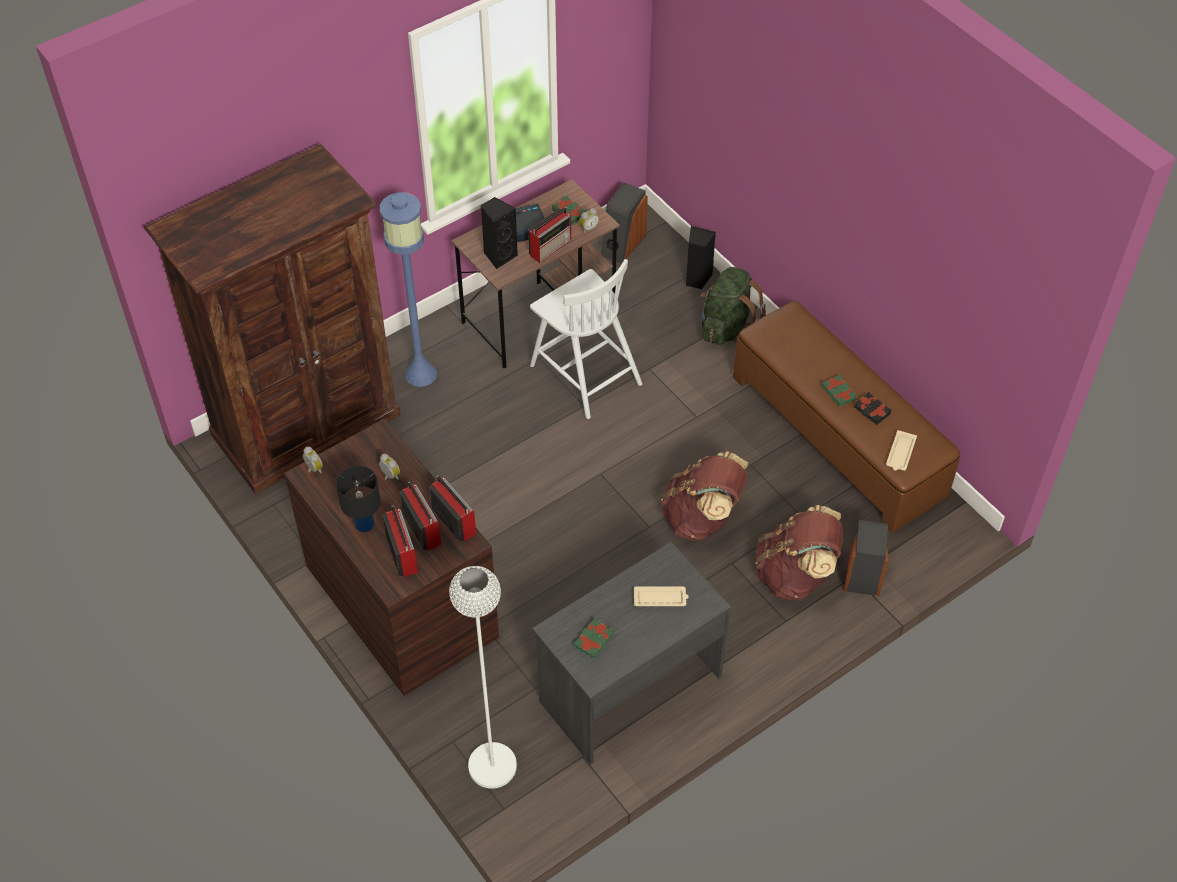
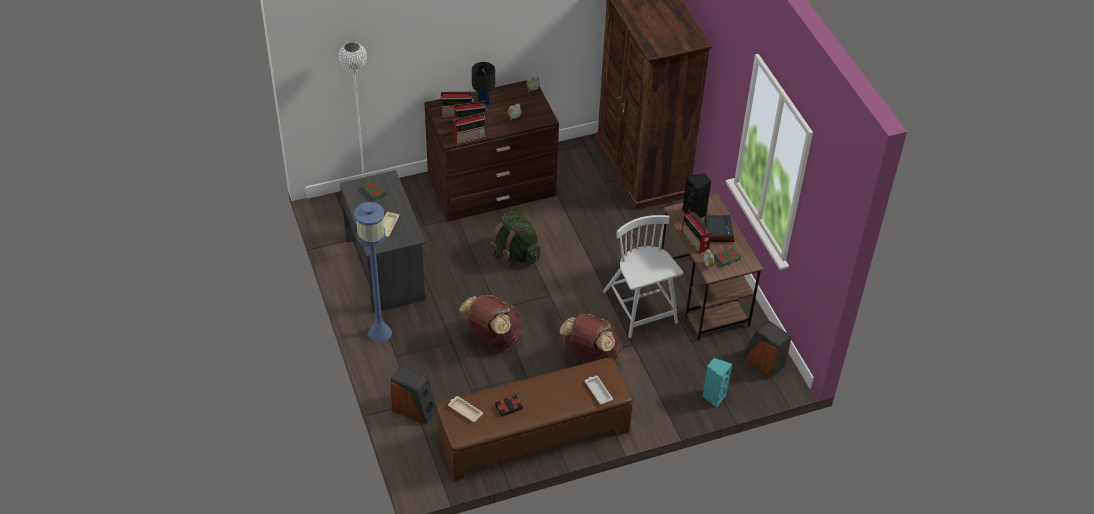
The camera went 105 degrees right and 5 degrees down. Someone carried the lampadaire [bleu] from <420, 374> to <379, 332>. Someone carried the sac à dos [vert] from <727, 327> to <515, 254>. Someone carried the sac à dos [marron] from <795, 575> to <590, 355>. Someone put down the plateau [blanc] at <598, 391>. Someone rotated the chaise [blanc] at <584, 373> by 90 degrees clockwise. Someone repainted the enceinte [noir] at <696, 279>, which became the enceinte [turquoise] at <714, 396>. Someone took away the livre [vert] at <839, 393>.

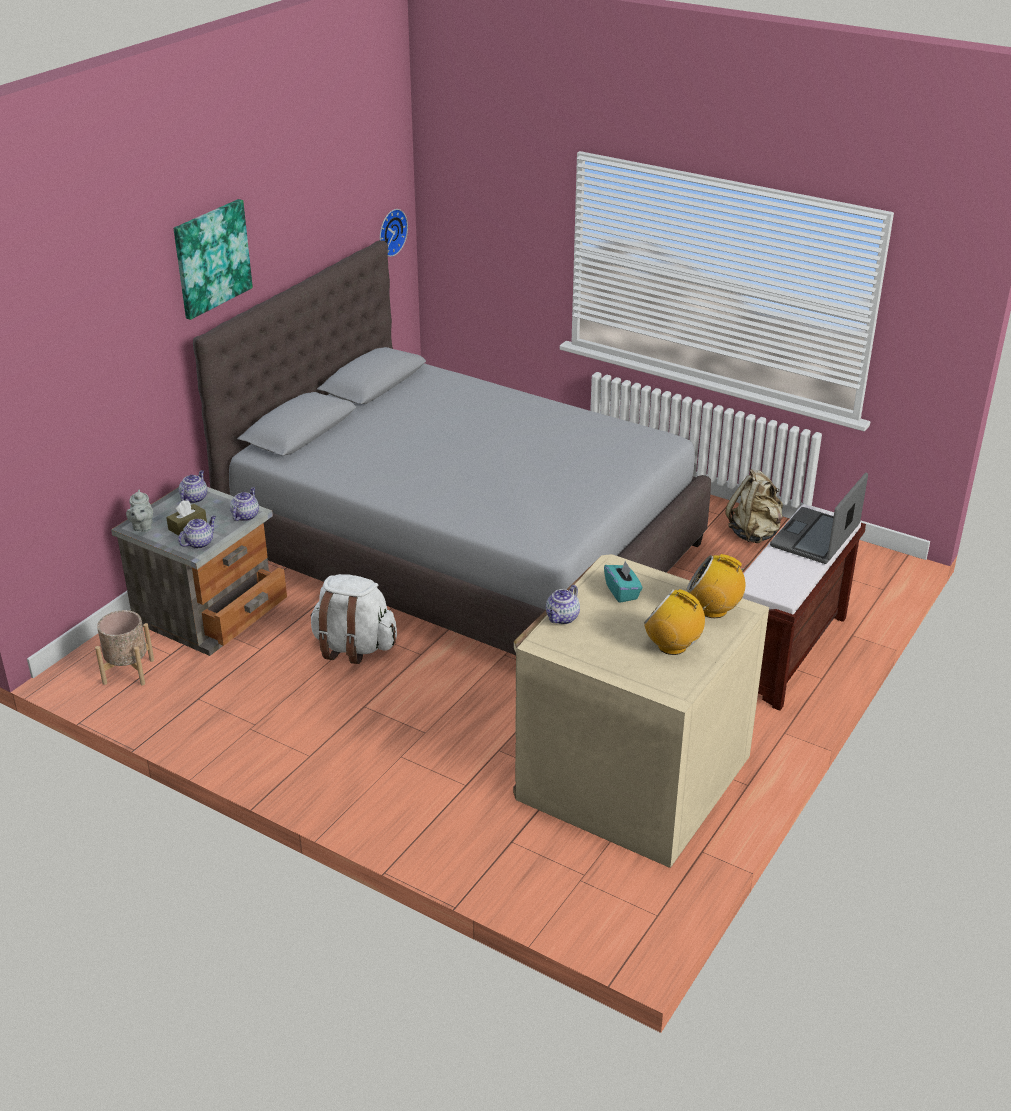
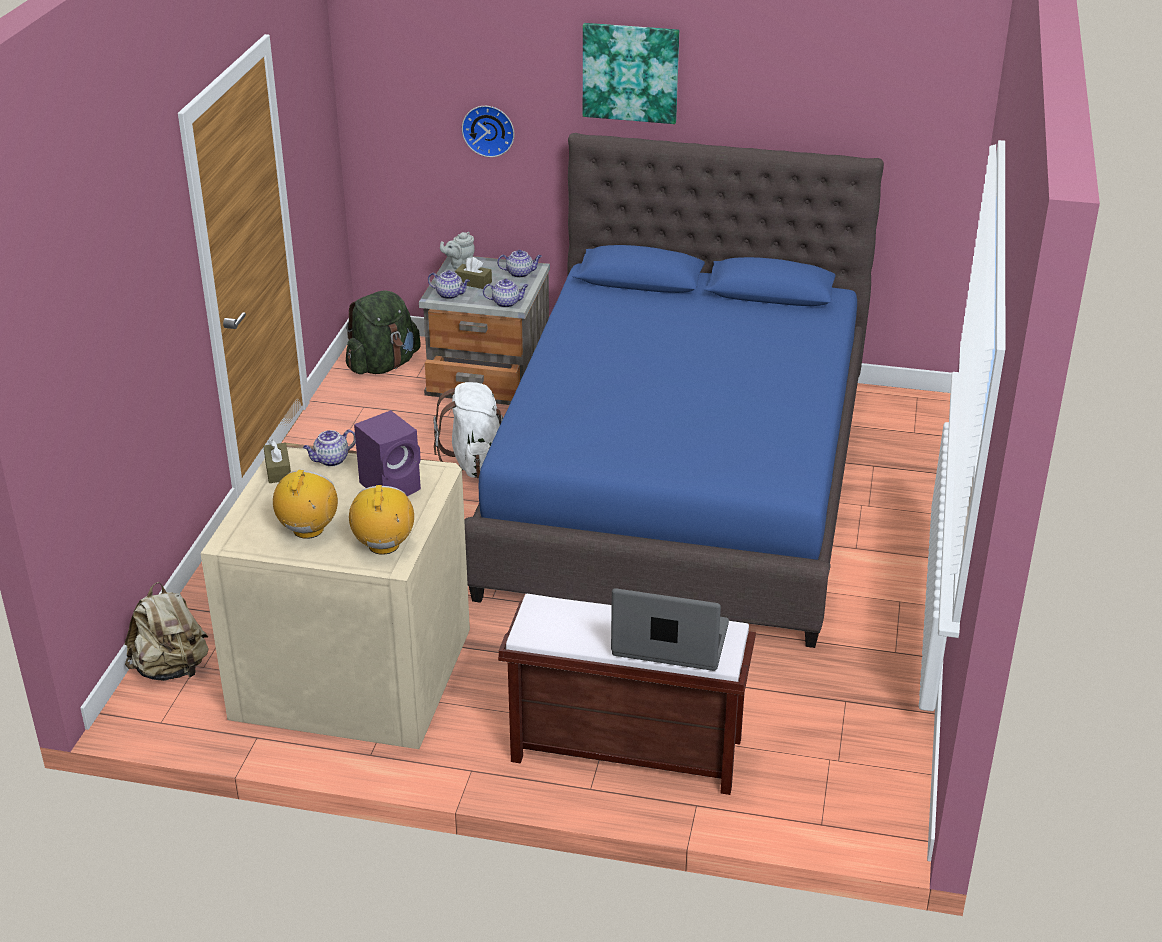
The camera went 70 degrees right and 0 degrees up. Someone carried the sac à dos [beige] from <754, 533> to <172, 669>. Someone put down the boîte à mouchoirs [marron] at <278, 470>. Someone rotated the théière at <562, 618> by 45 degrees counterclockwise. Someone swapped the cache-pot [beige] at <128, 672> for the sac à dos [vert] at <383, 365>. Someone swapped the boîte à mouchoirs [turquoise] at <622, 592> for the enceinte [violet] at <392, 486>. Someone carried the horloge murale from <390, 232> to <489, 129>. Someone repainted the lit [gris] at <463, 549>, which became the lit [bleu] at <681, 485>.

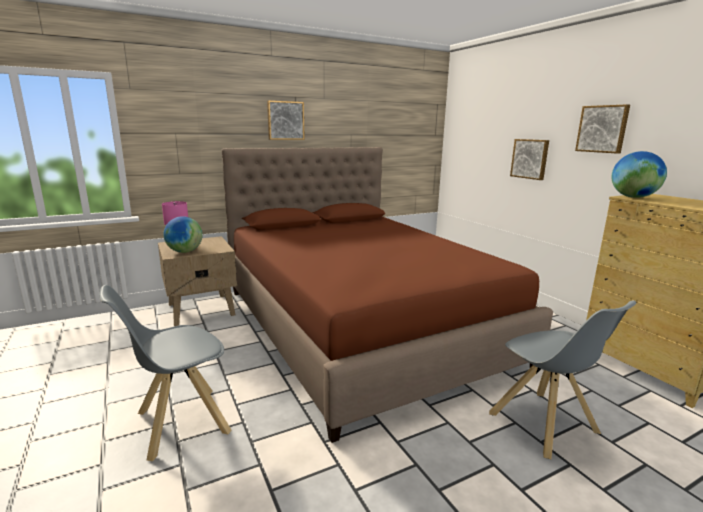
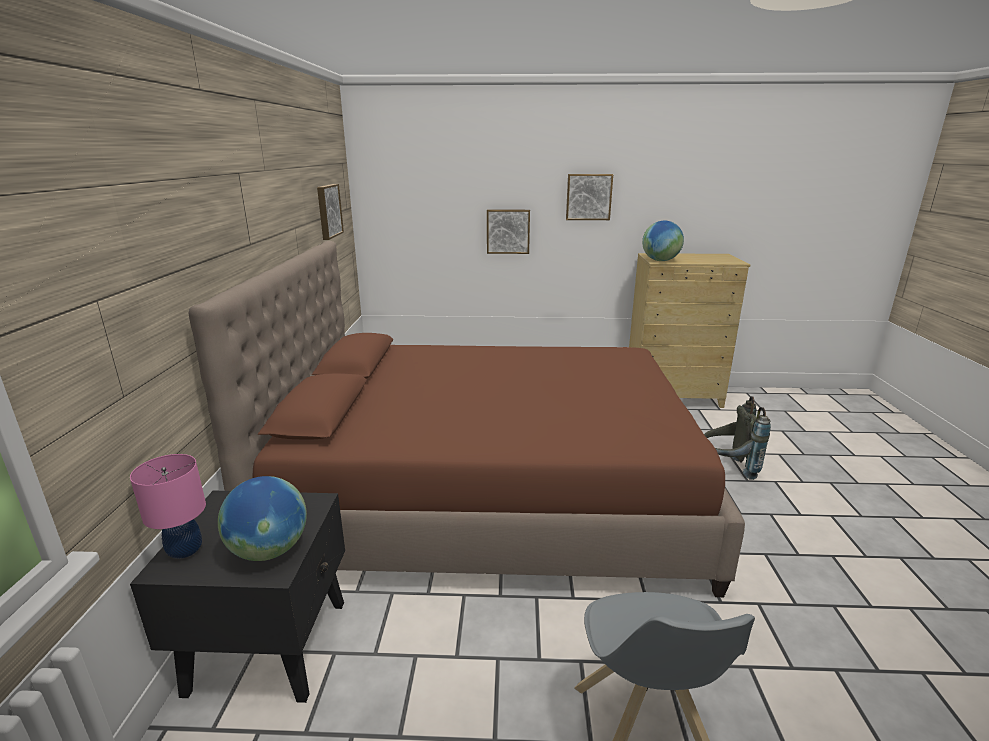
The camera went 60 degrees left and 5 degrees up. Someone repainted the table de chevet [beige] at <202, 309>, which became the table de chevet [noir] at <270, 644>. Someone carried the tableau from <285, 120> to <328, 211>. Someone swapped the chaise [gris] at <545, 424> for the sac à dos [gris] at <727, 468>.

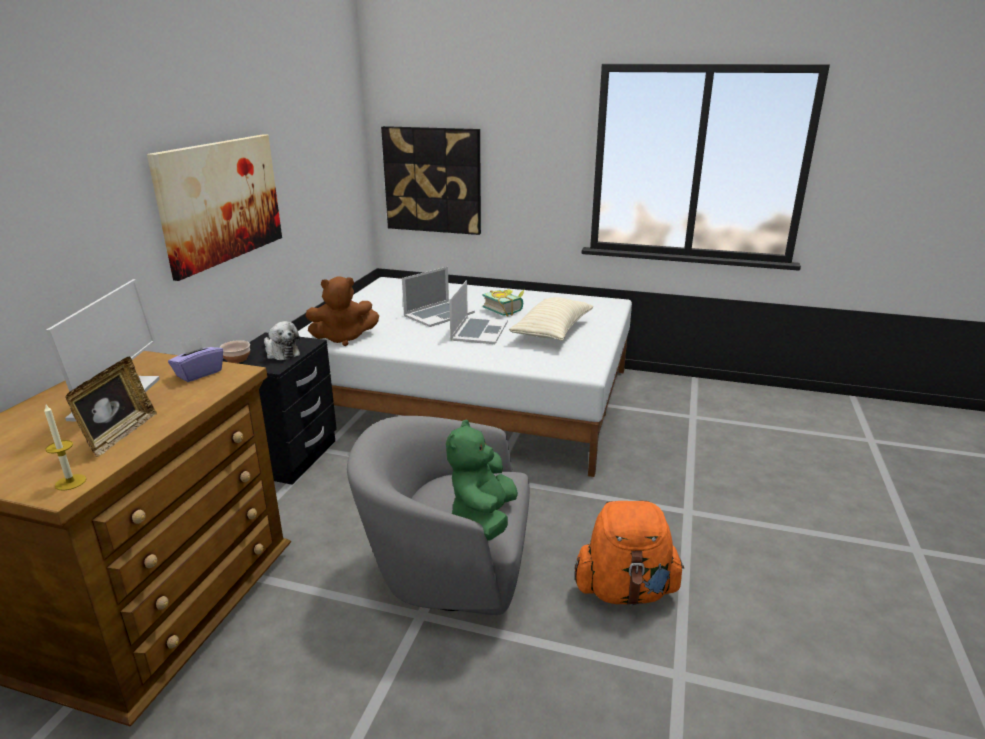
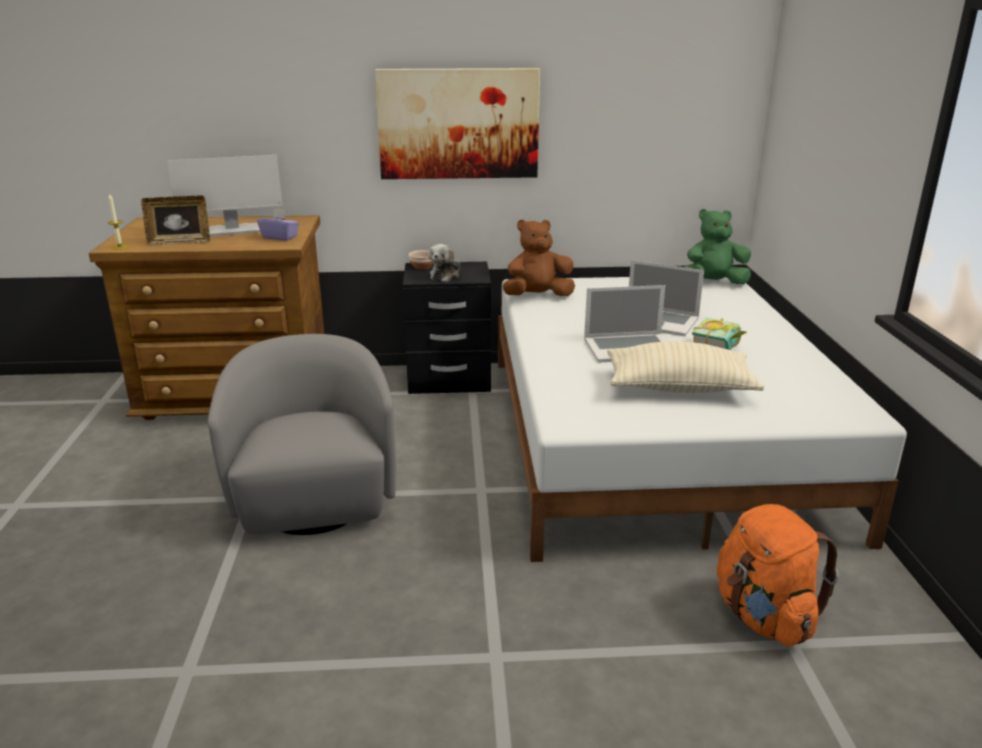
The camera went 70 degrees right and 0 degrees up. Someone rotated the peluche [marron] at <343, 338> by 105 degrees clockwise. Someone carried the peluche [vert] from <483, 518> to <713, 283>. Someone carried the sac à dos [orange] from <625, 590> to <763, 616>. Someone took away the tableau at <432, 180>.

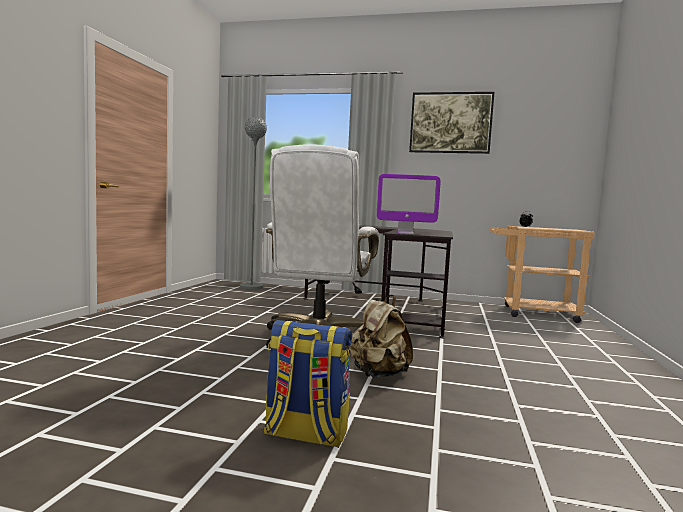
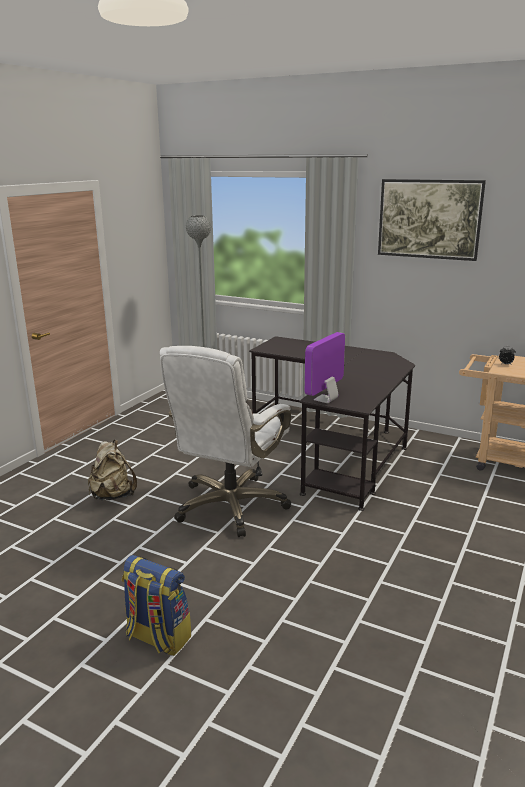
The camera went 15 degrees right and 15 degrees up. Someone carried the sac à dos [beige] from <378, 374> to <113, 496>. Someone rotated the écran d'ordinateur at <405, 233> by 105 degrees clockwise.

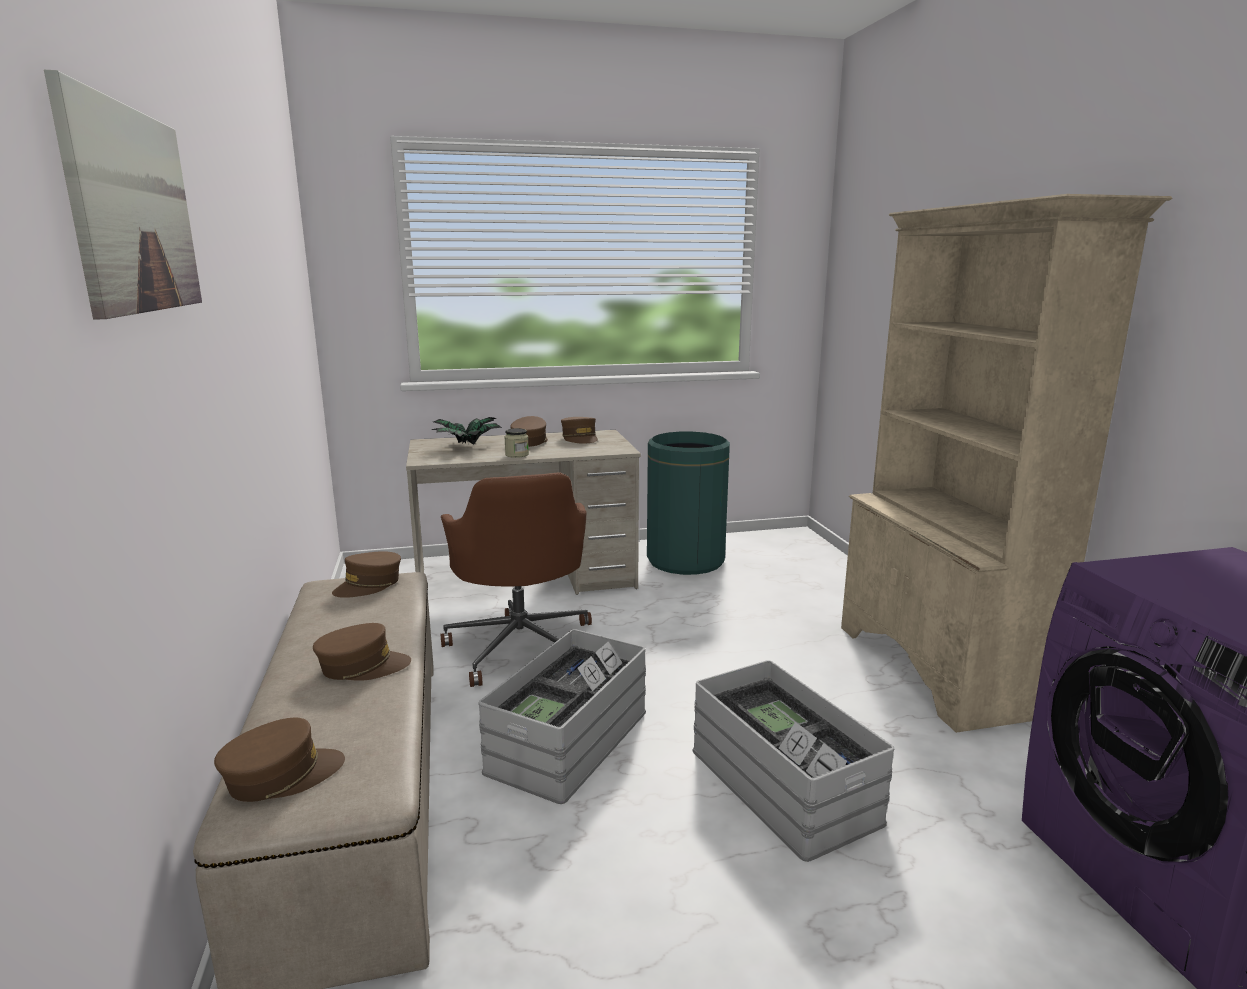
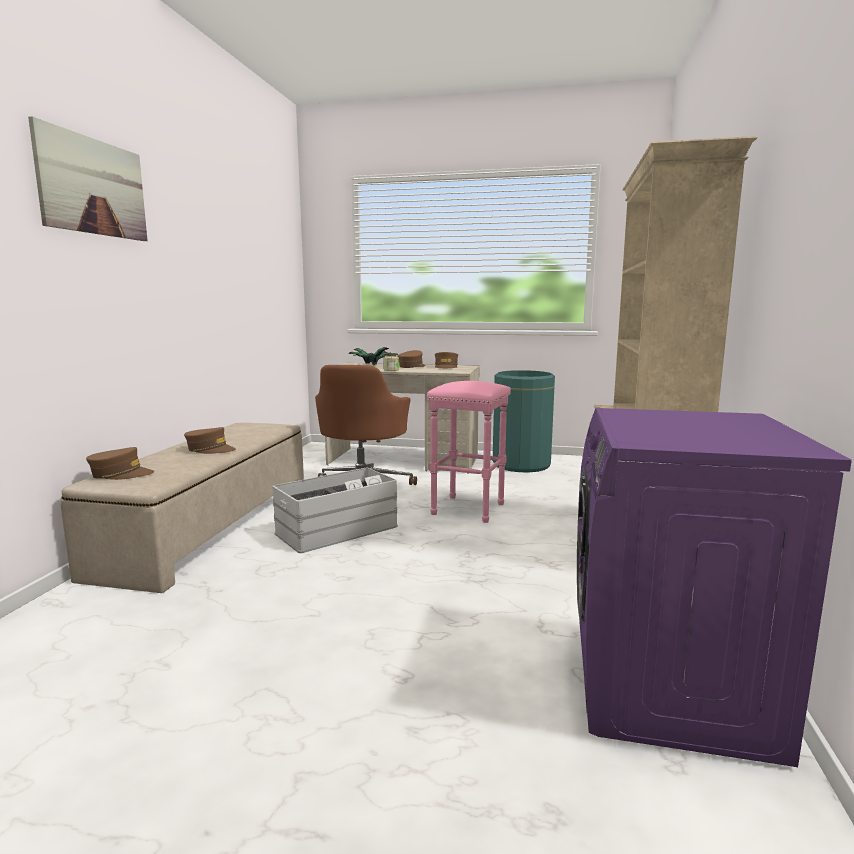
The camera went 25 degrees right and 5 degrees down. Someone put down the tabouret [rose] at <469, 508>. Someone took away the casquette [marron] at <369, 585>. Someone took away the boîte de rangement [gris] at <784, 784>.

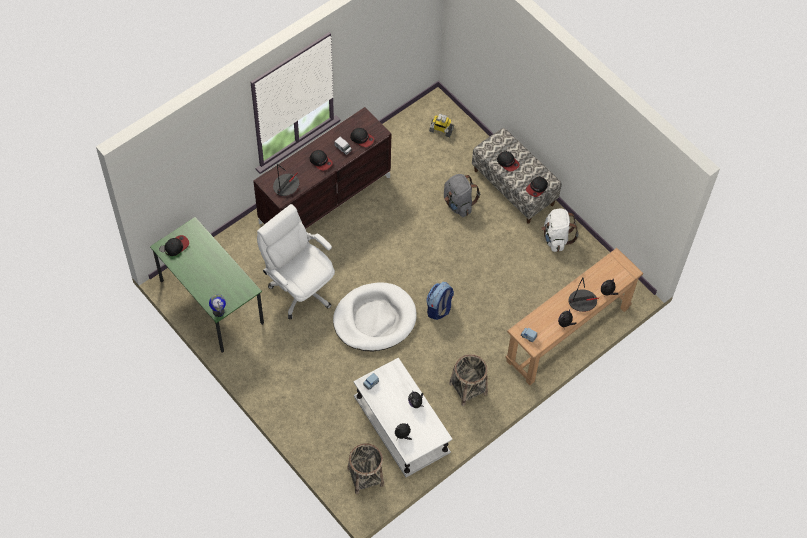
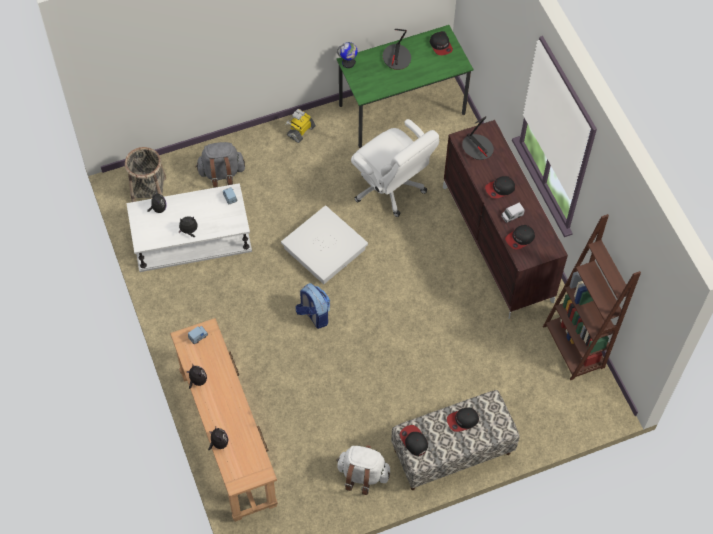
The camera went 110 degrees right and 0 degrees up. Someone carried the sac à dos [gris] from <458, 203> to <221, 173>. Someone swapped the panier pour chien [blanc] at <374, 319> for the boîte de rangement [blanc] at <325, 248>. Someone carried the robot jouet from <441, 130> to <300, 131>. Someone rotated the chaise de bureau [blanc] at <299, 287> by 75 degrees clockwise. Someone carried the lampe de table from <582, 301> to <396, 58>. Someone put down the bibliothèque [marron] at <574, 346>. Someone took away the panier at <468, 388>.

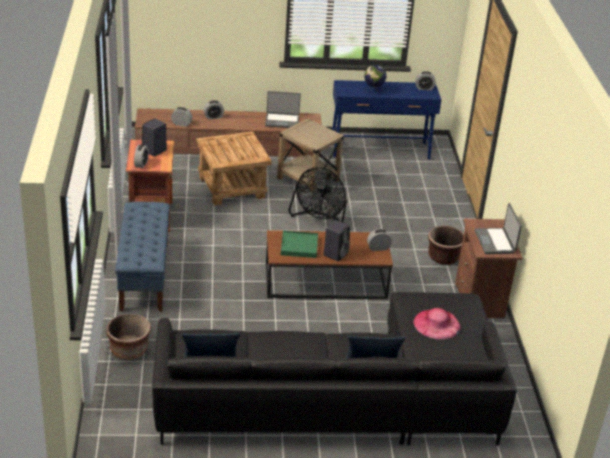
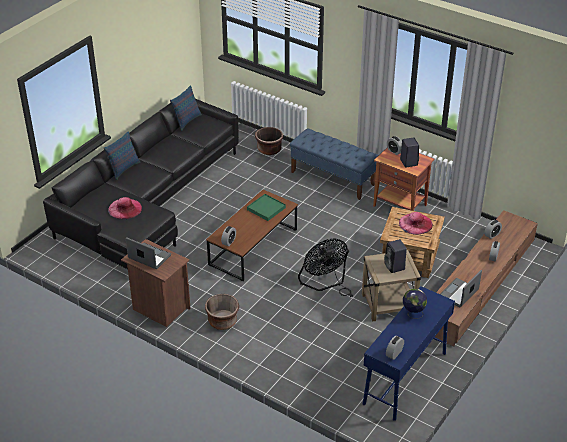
The camera went 130 degrees right and 5 degrees up. Someone carried the enceinte [noir] from <336, 253> to <395, 267>. Someone put down the chapeau [rose] at <415, 223>.

